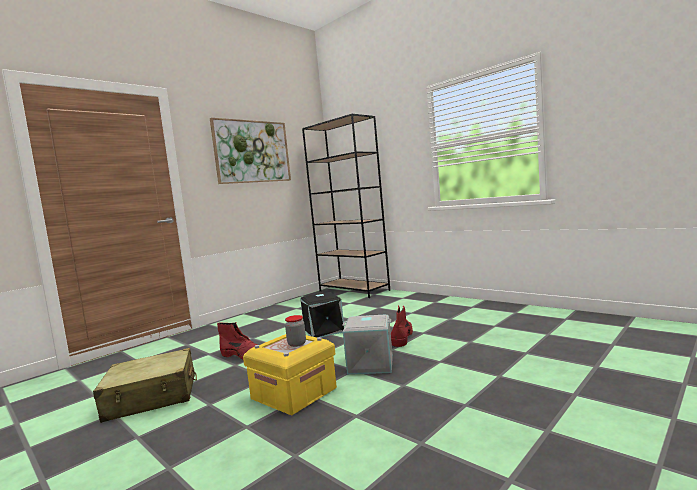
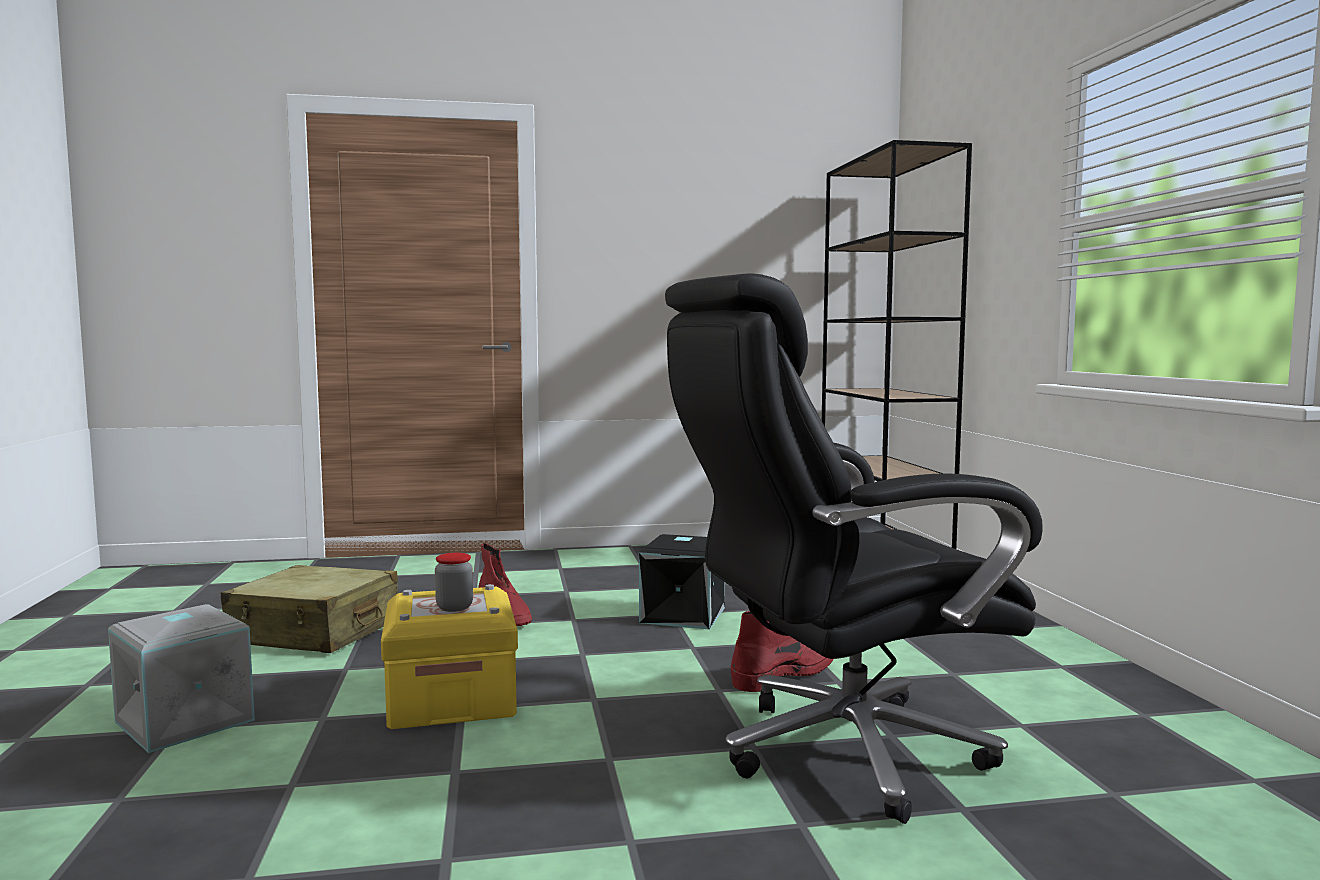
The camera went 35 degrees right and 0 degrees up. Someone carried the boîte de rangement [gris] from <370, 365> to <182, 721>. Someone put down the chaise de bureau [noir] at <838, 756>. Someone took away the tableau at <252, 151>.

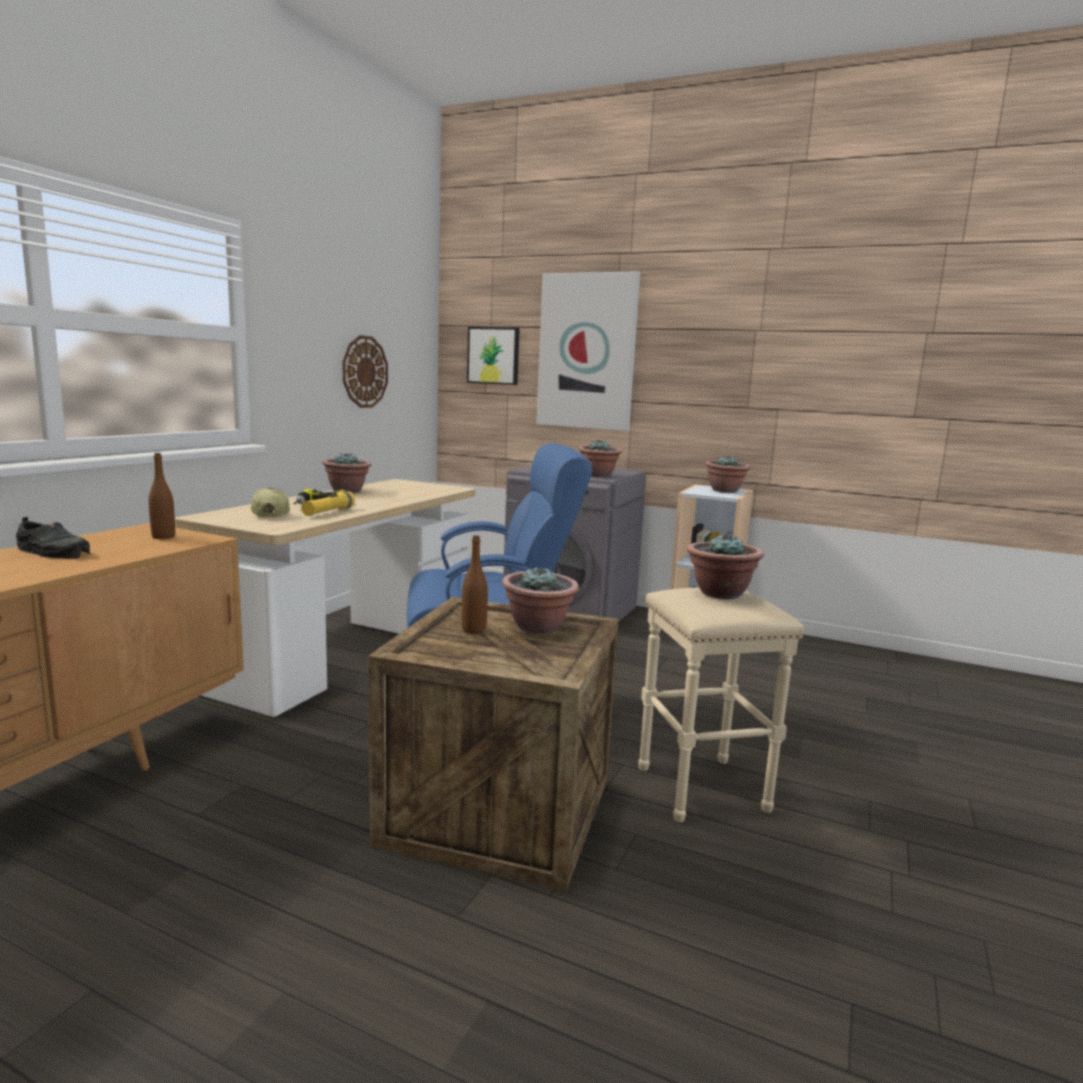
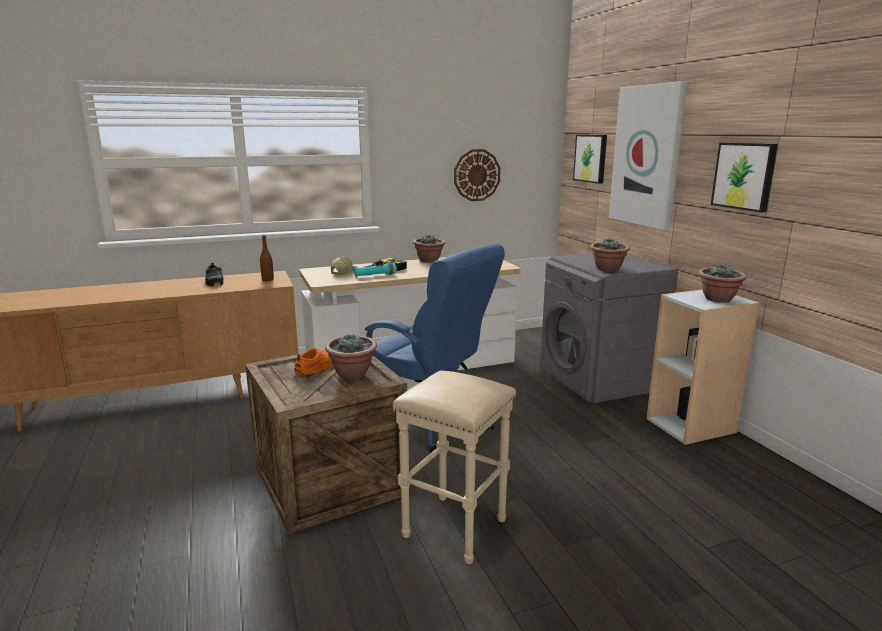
The camera went 45 degrees right and 5 degrees up. Someone swapped the bouteille [marron] at <473, 630> for the chaussure [orange] at <319, 365>. Someone repainted the lampe de poche [jaune] at <328, 512>, which became the lampe de poche [turquoise] at <375, 275>. Someone put up the tableau at <744, 176>. Someone took away the plante en pot at <720, 593>.

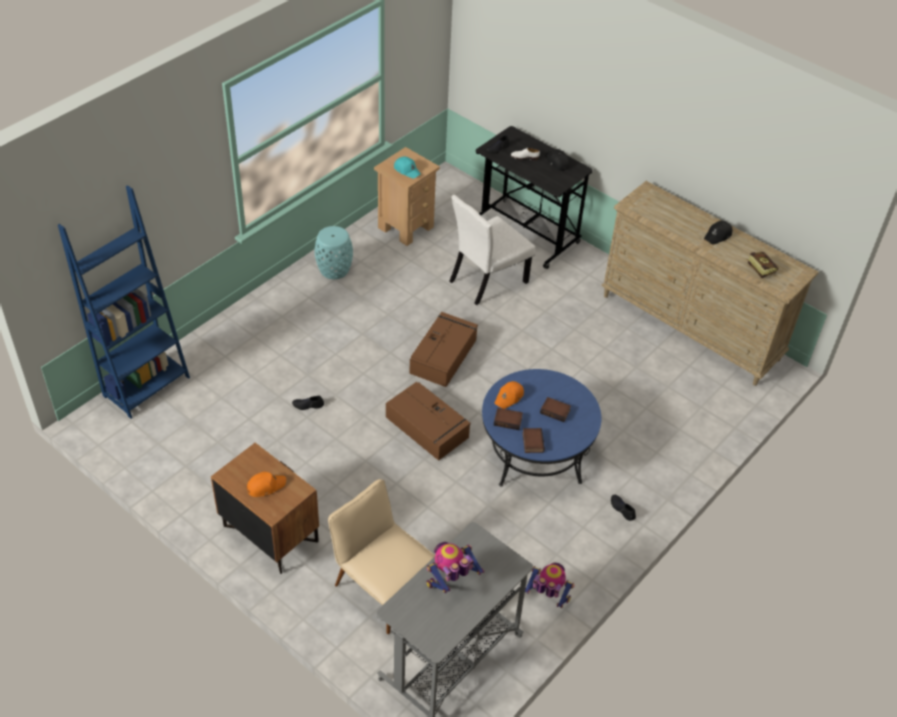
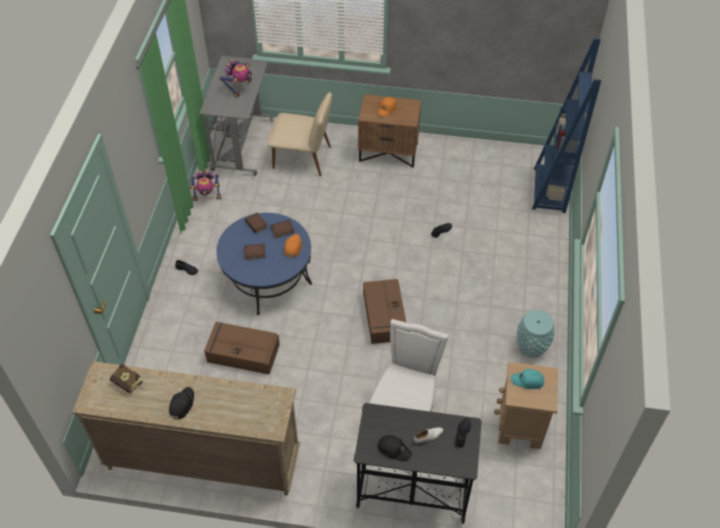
The camera went 150 degrees right and 5 degrees up. Someone carried the boîte de rangement [marron] from <428, 428> to <242, 353>.

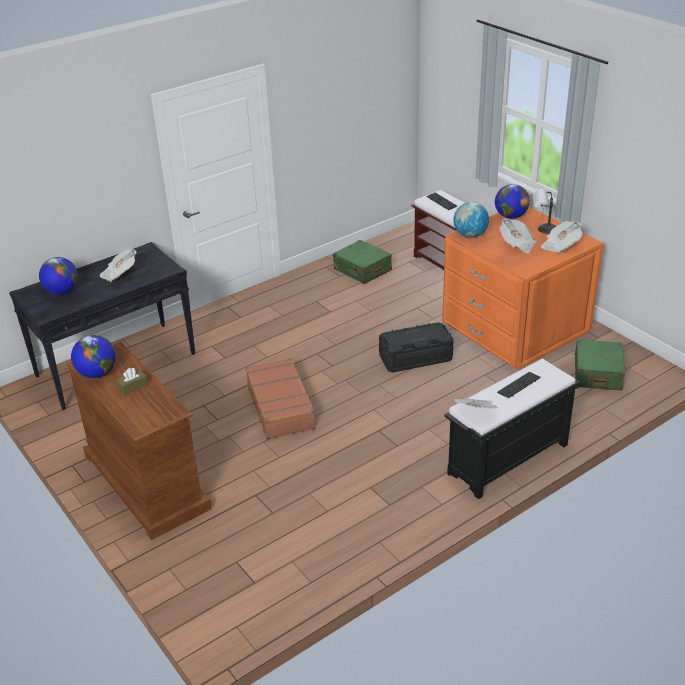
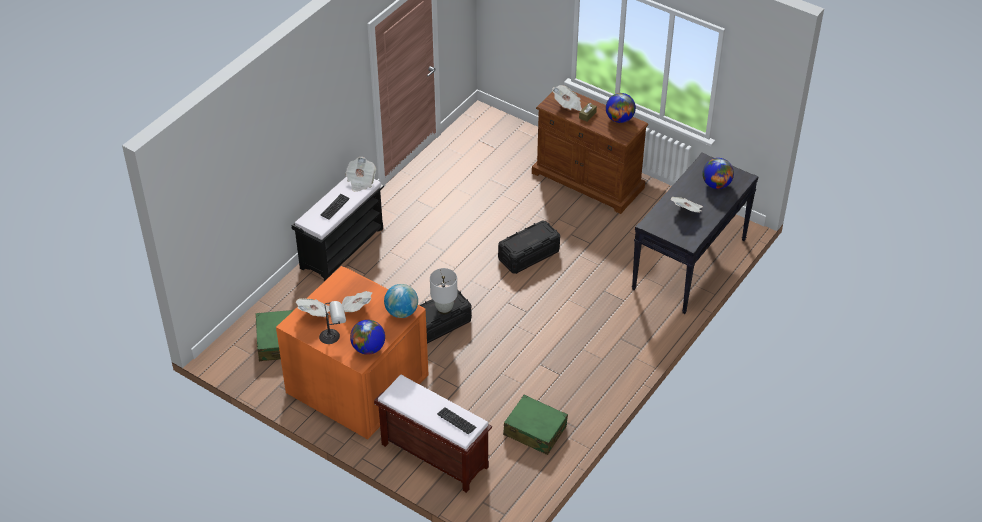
The camera went 160 degrees right and 10 degrees up. Someone put down the lampe de table [blanc] at <444, 309>. Someone swapped the valise [marron] at <281, 406> for the boîte de rangement [noir] at <529, 255>. Someone put down the journal at <567, 105>.

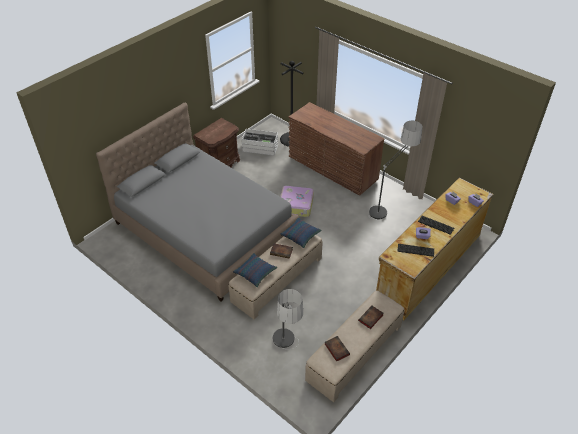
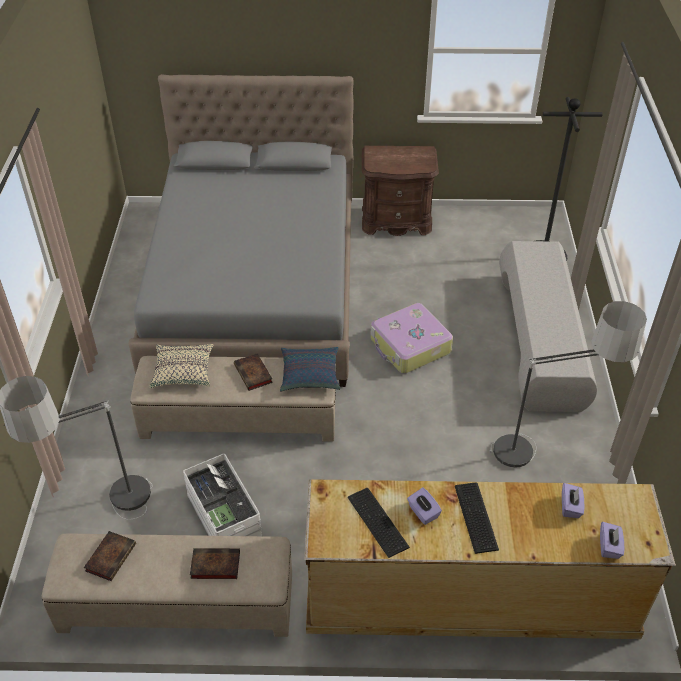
The camera went 50 degrees right and 0 degrees up. Someone repainted the coussin [bleu] at <255, 273>, which became the coussin [beige] at <183, 371>. Someone carried the boîte de rangement [blanc] from <260, 148> to <223, 514>. Someone swapped the commode [marron] at <332, 169> for the banc [gris] at <541, 339>.

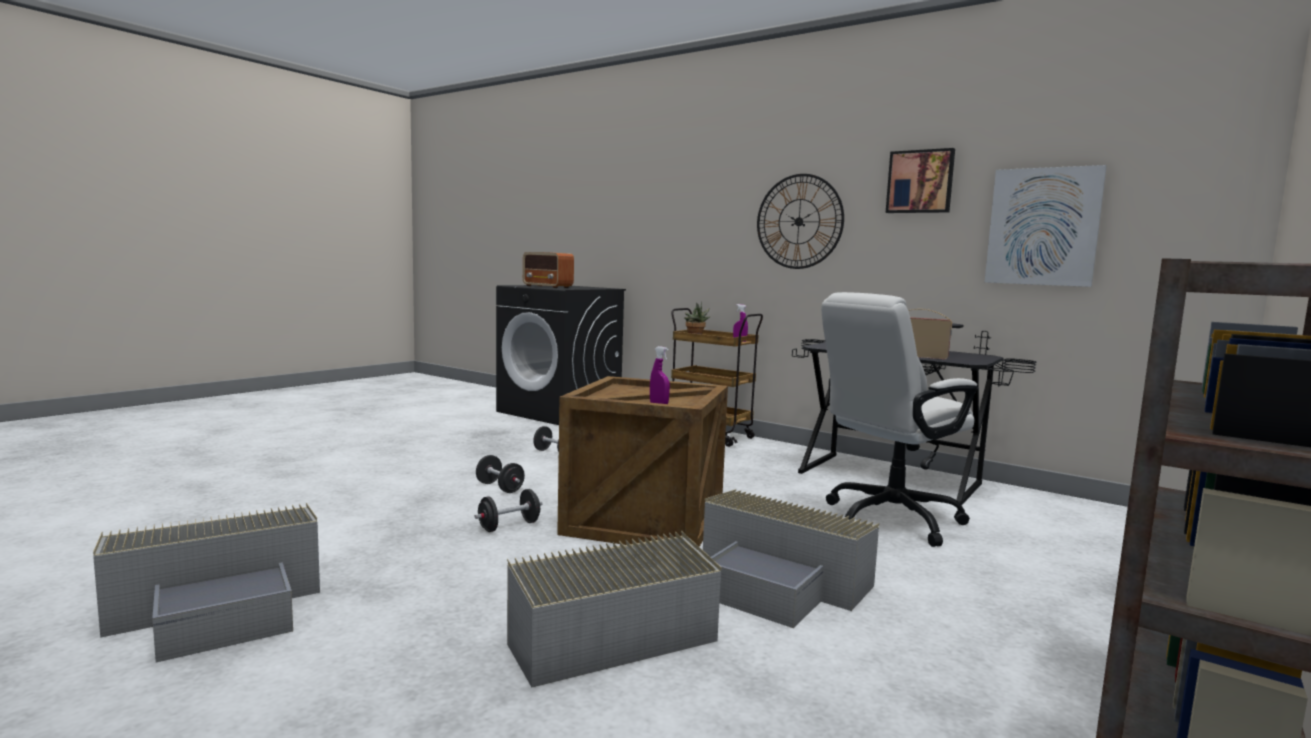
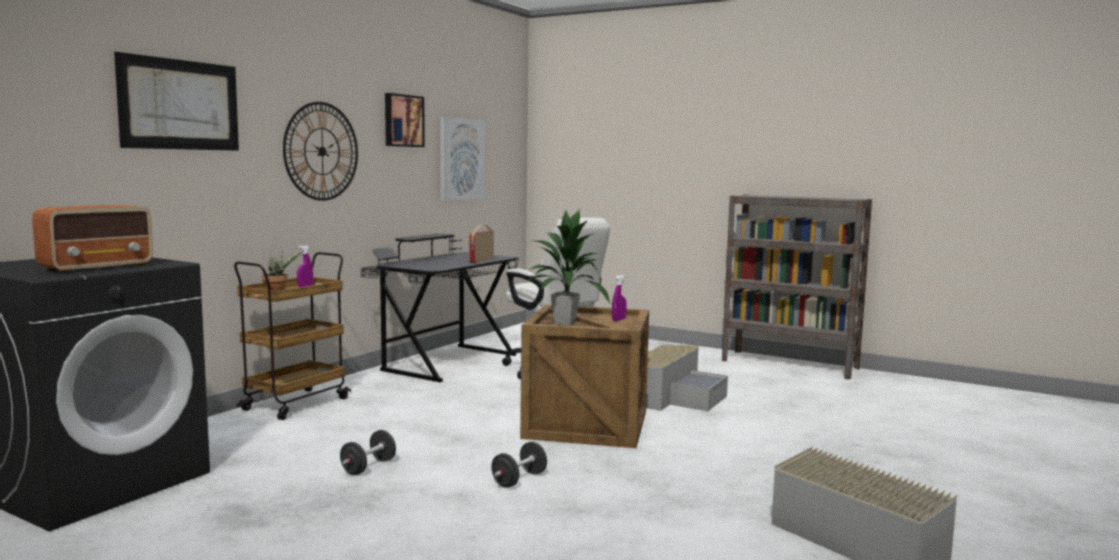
The camera went 95 degrees left and 0 degrees up. Someone put up the tableau at <180, 104>. Someone put down the plante en pot at <564, 323>. Someone took away the haltère [noir] at <509, 526>. Someone took away the boîte de rangement [gris] at <600, 632>.

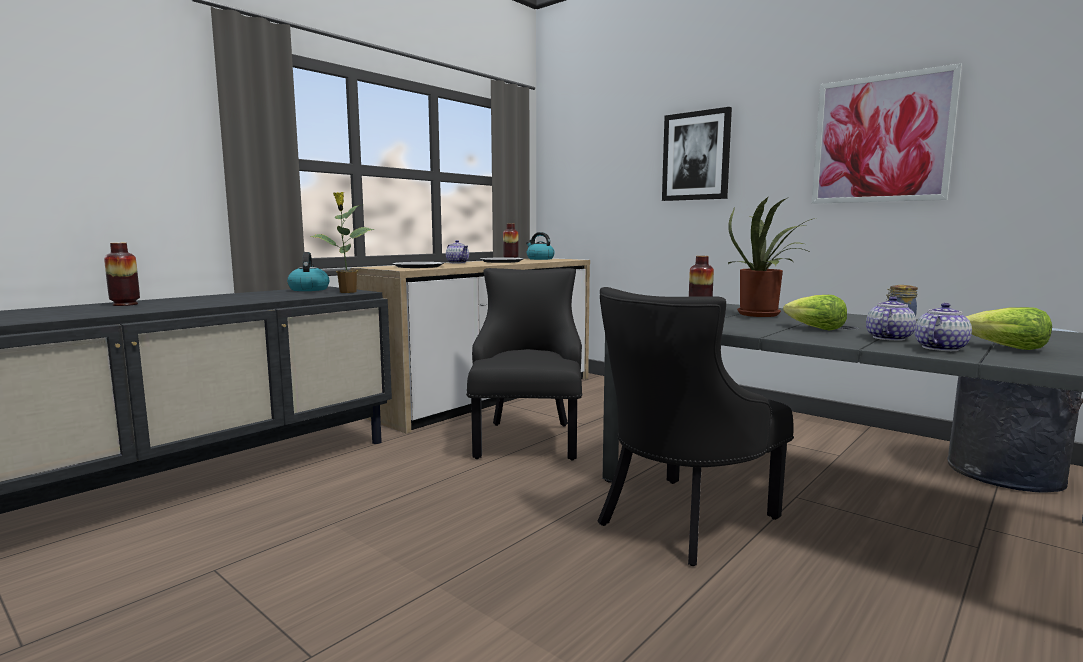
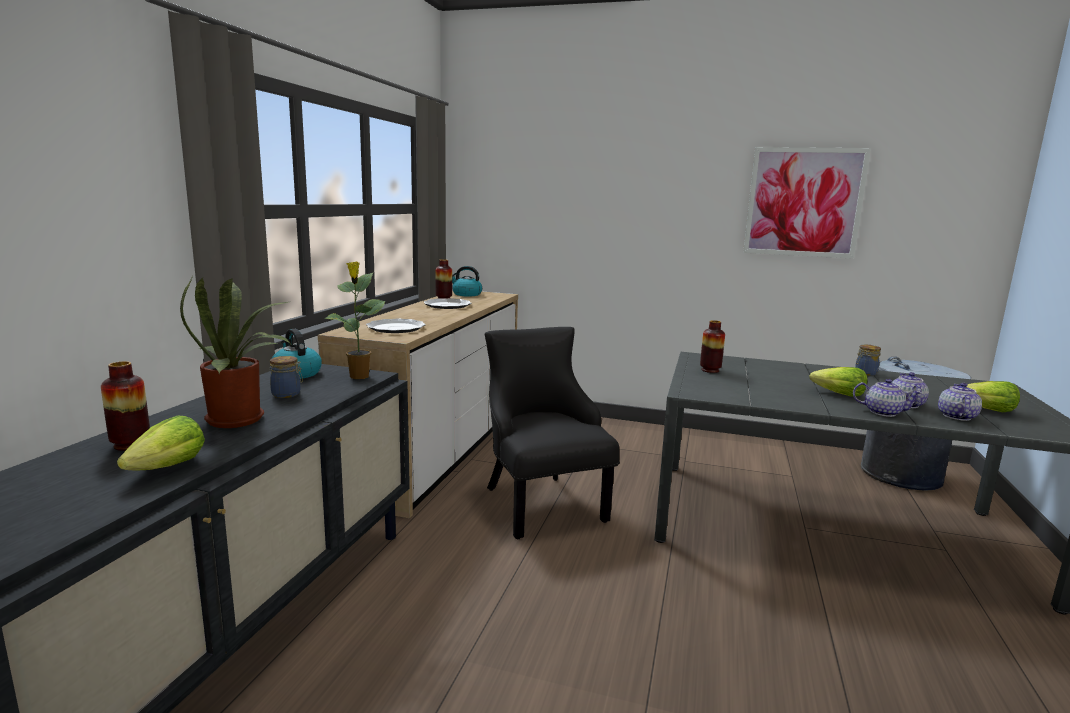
The camera went 25 degrees left and 5 degrees up. Someone put down the laitue at <168, 468>. Someone carried the plante en pot from <763, 314> to <242, 419>. Someone put down the bocal at <287, 394>. Someone carried the théière from <457, 263> to <882, 412>. Someone took away the chaise [noir] at <686, 518>. Someone took away the tableau at <696, 156>.

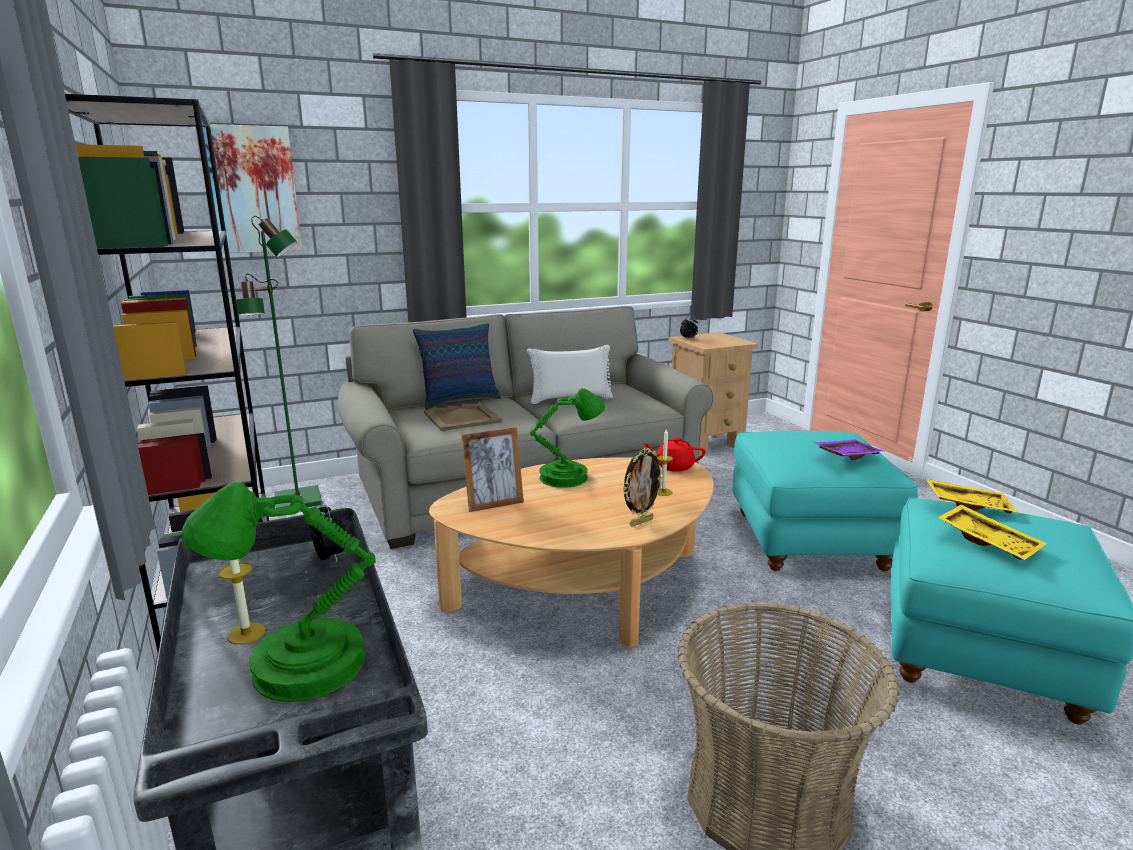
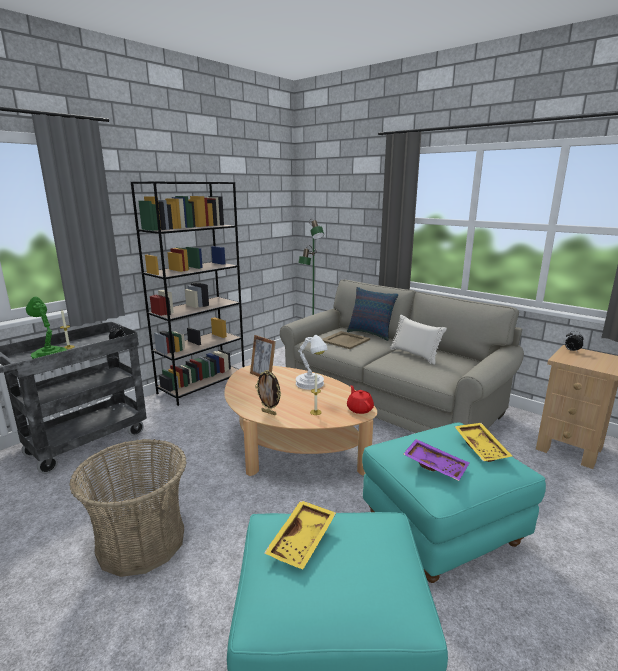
The camera went 65 degrees right and 0 degrees up. Someone repainted the lampe de table [vert] at <568, 477>, which became the lampe de table [blanc] at <311, 384>. Someone carried the plateau [jaune] from <968, 505> to <482, 447>. Someone took away the tableau at <253, 190>.

